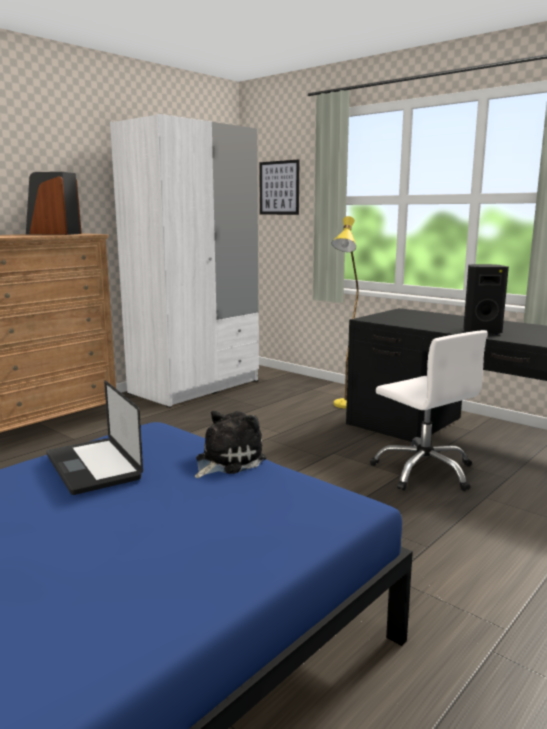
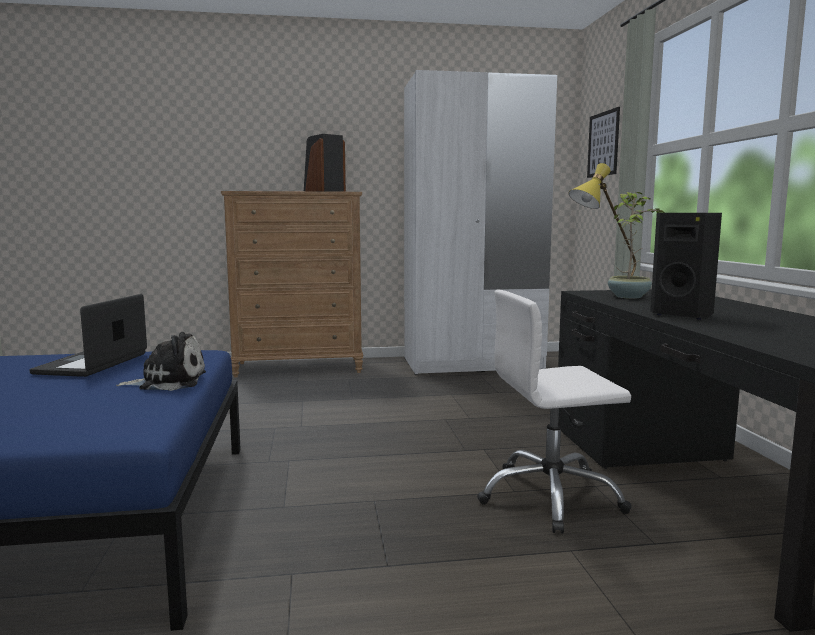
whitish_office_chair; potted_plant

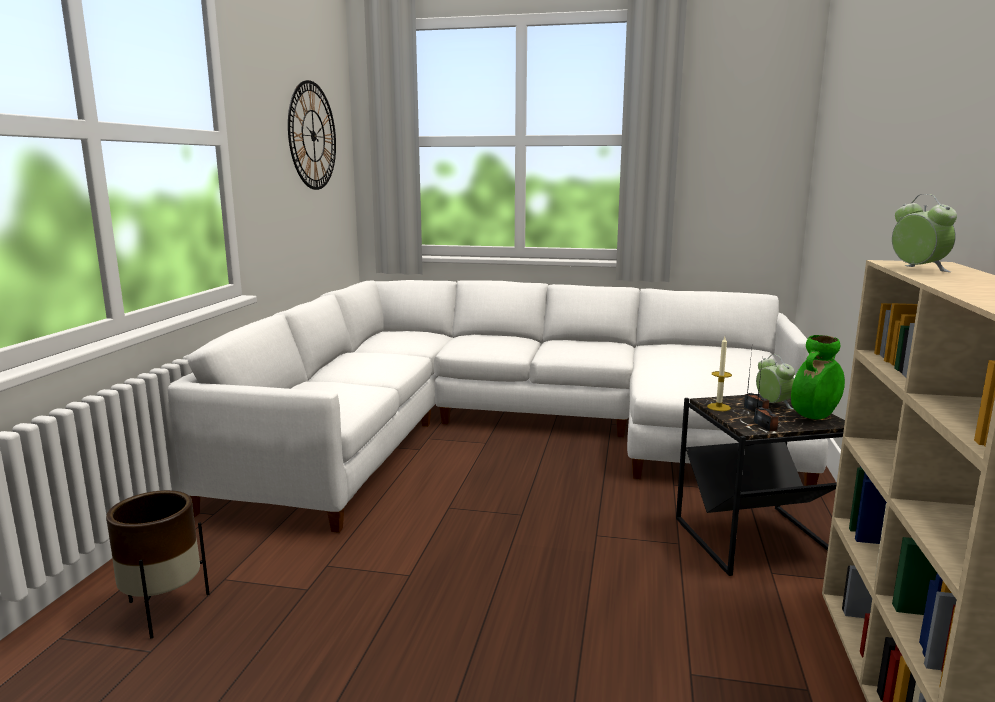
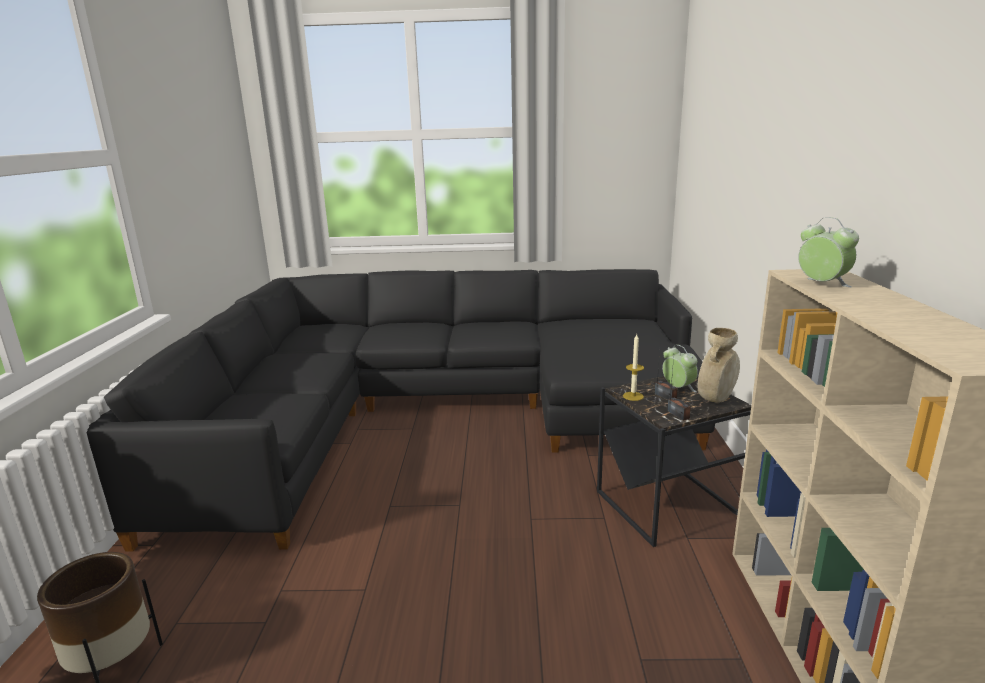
hanging_clock; blackish_sofa; beige_decorative_vase

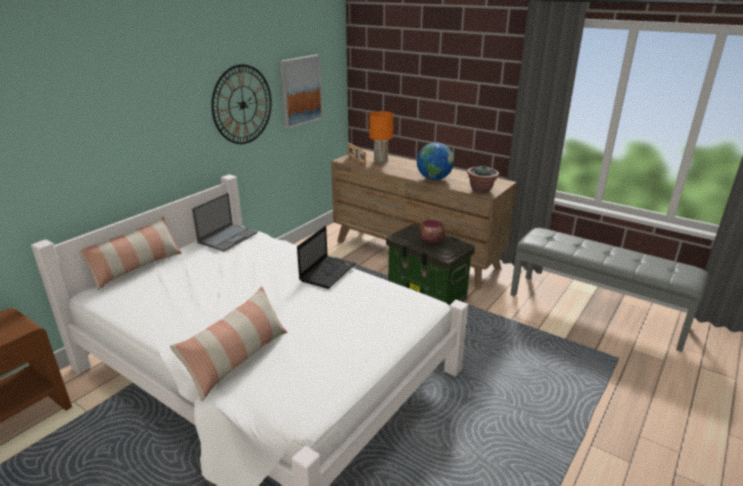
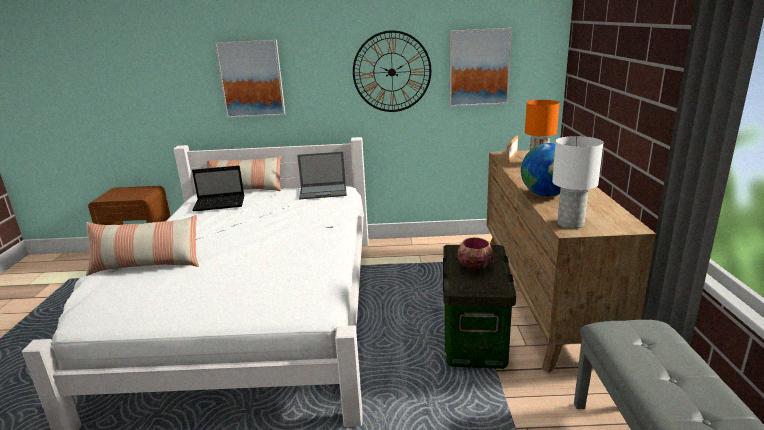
whitish_tabletop_lamp; portable_computer (no. 1 from left); wall_picture (no. 1 from left)

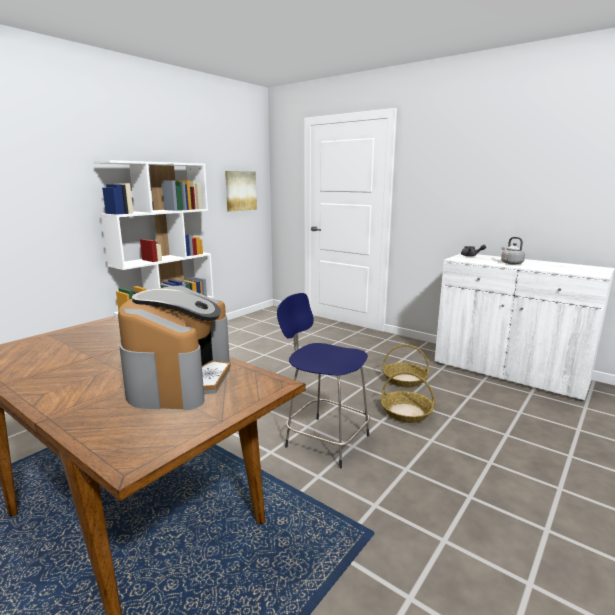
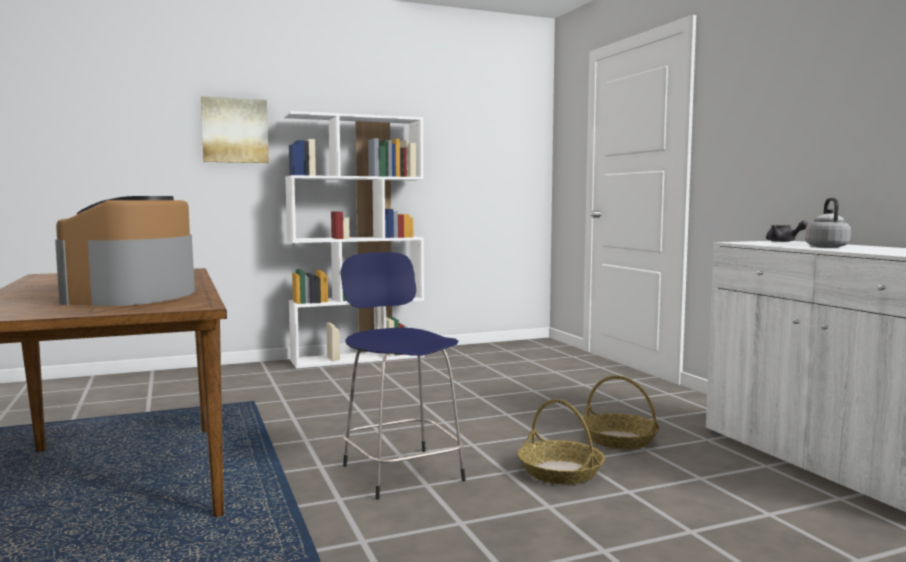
wall_picture; coffee_machine

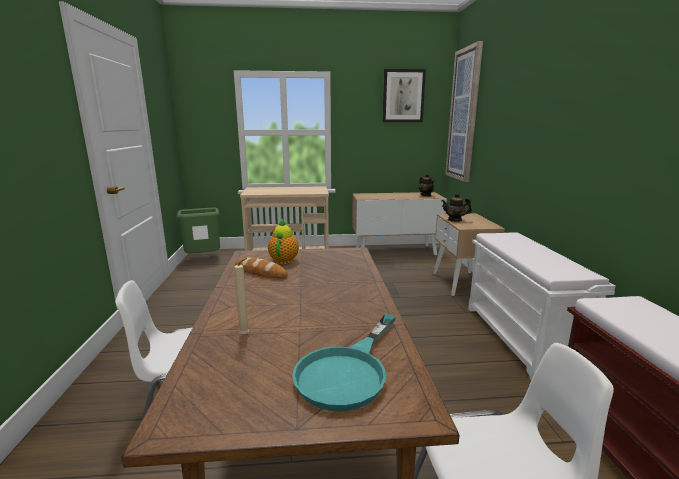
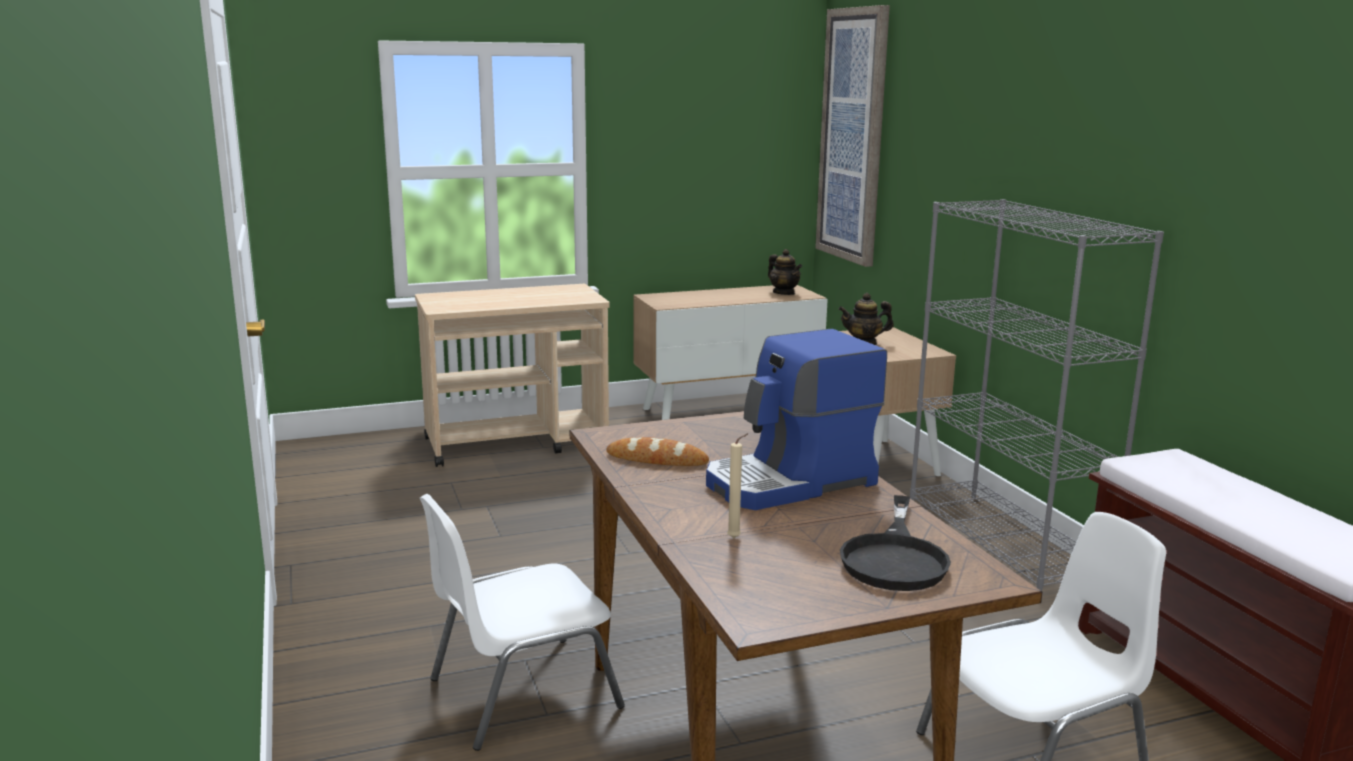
wall_picture (no. 1 from left in the first image); green-coloured_trash_can; pot_for_tea (no. 1 from left in the first image); greyish_shelving_unit; blackish_skillet; coffee_machine

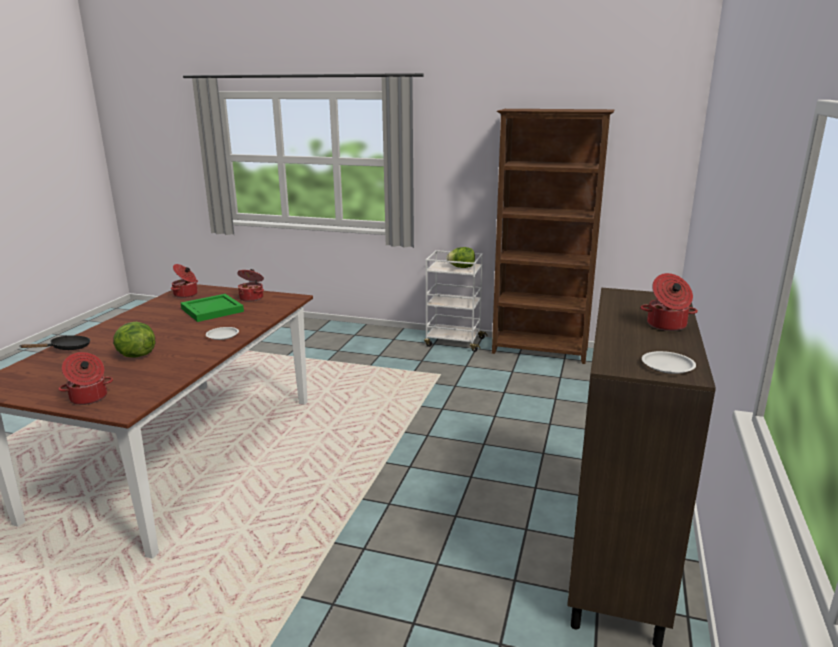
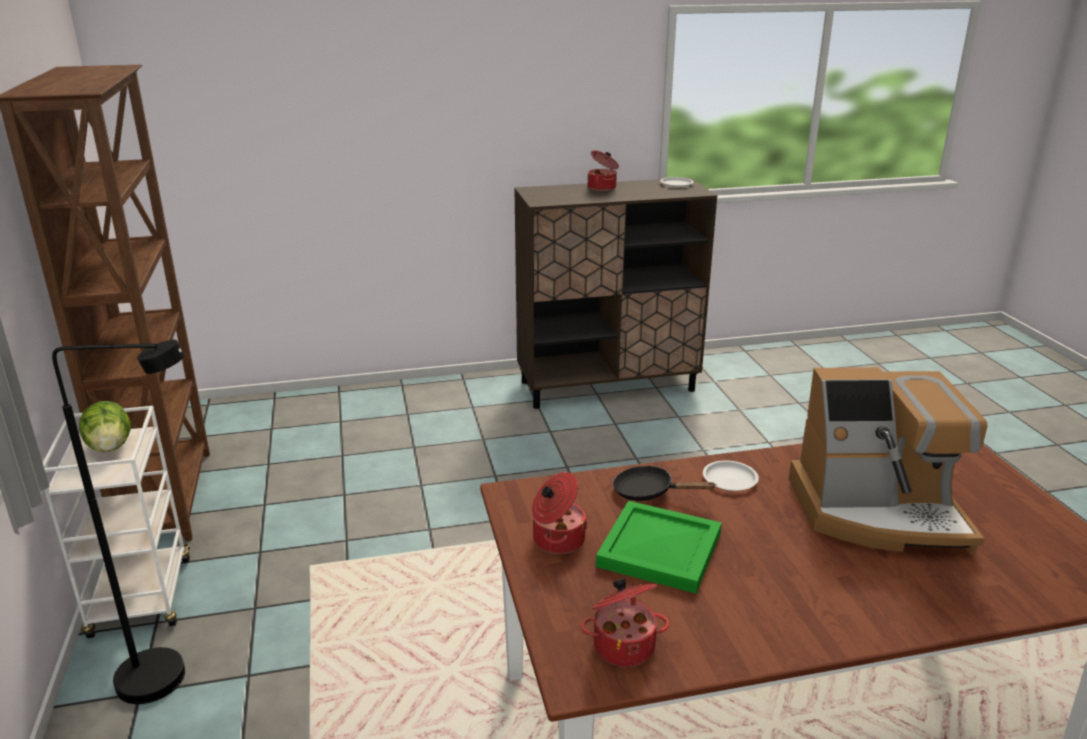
coffee_machine; blackish_skillet; cooking_pot (no. 1 from left in the first image); blackish_floor_lamp

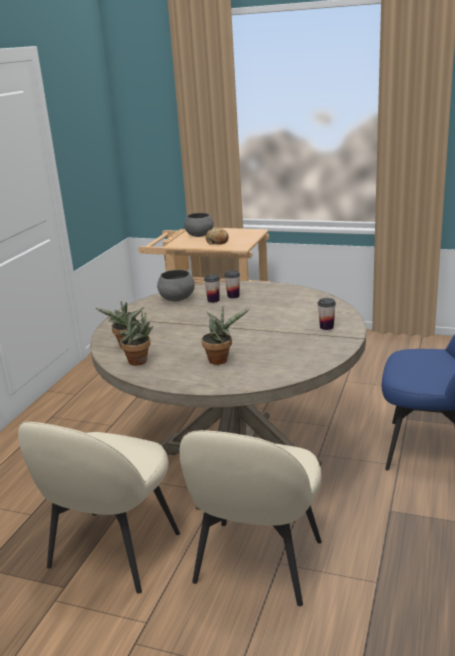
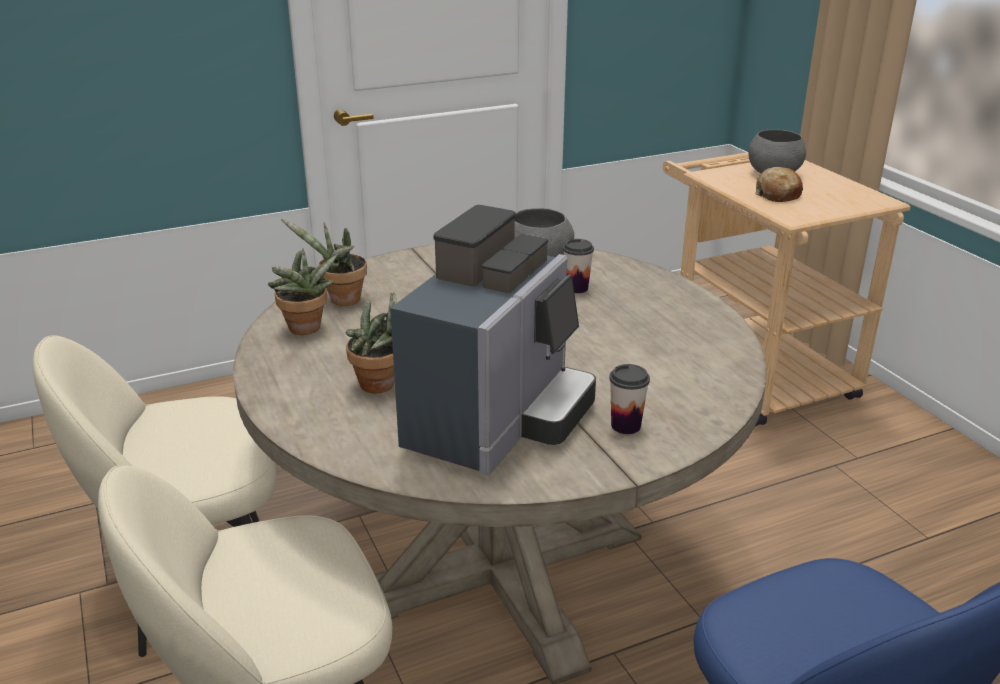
small_cup (no. 2 from left in the first image); coffee_machine

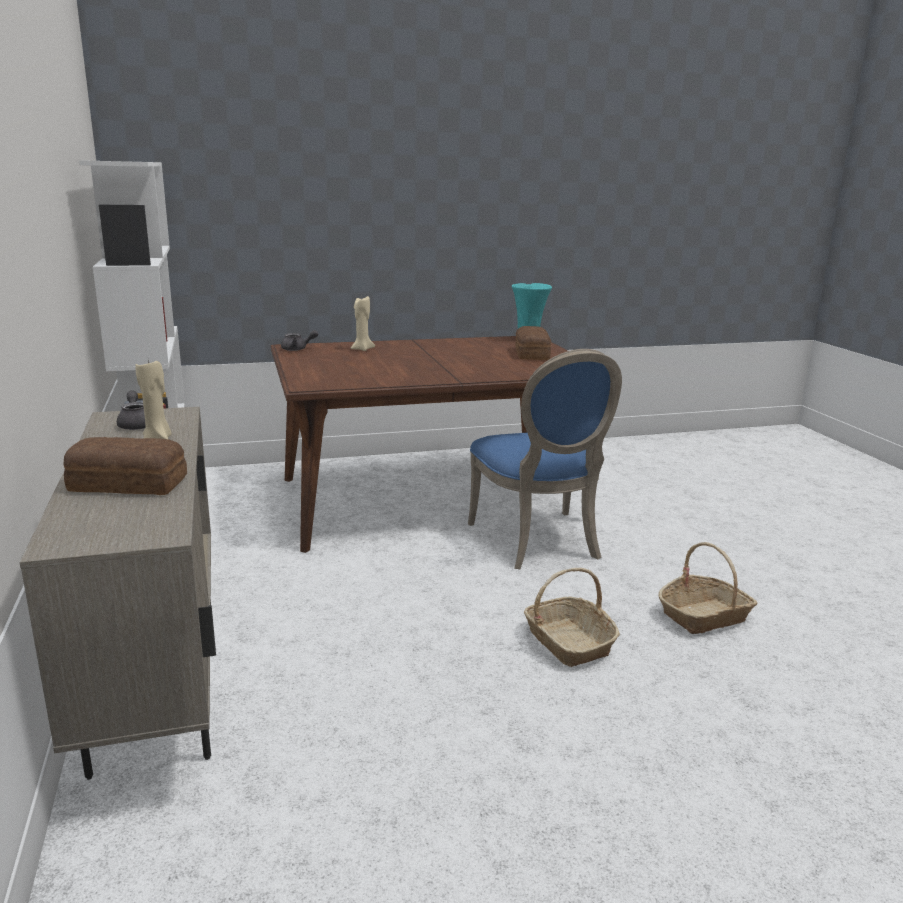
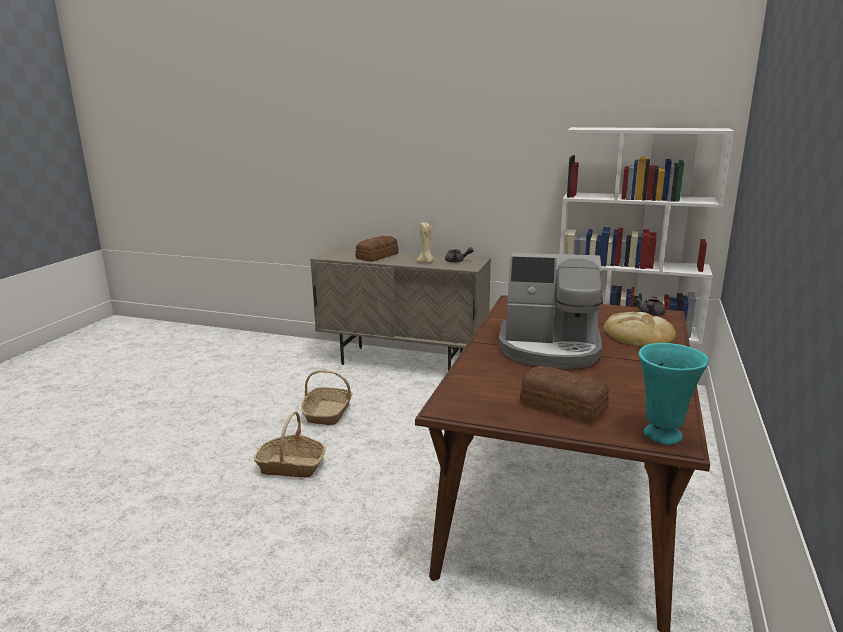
bread (no. 3 from left); bluish_chair; storage_basket (no. 2 from left); coffee_machine

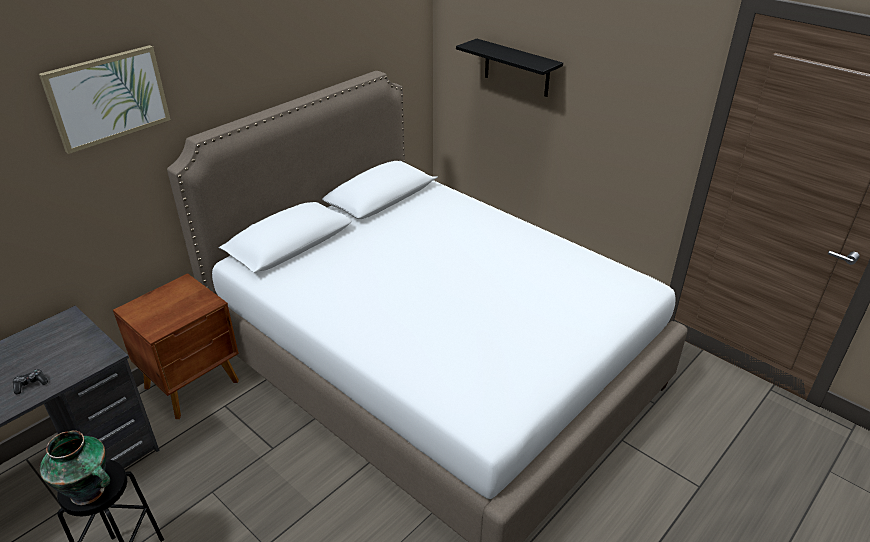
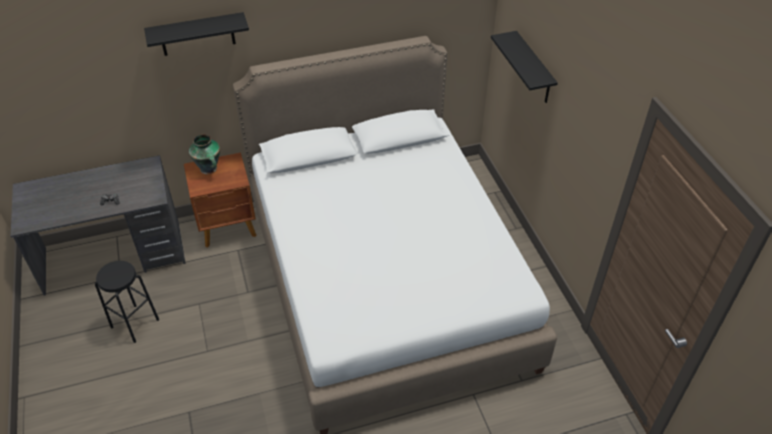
blackish_shelf (no. 1 from left); decorative_vase

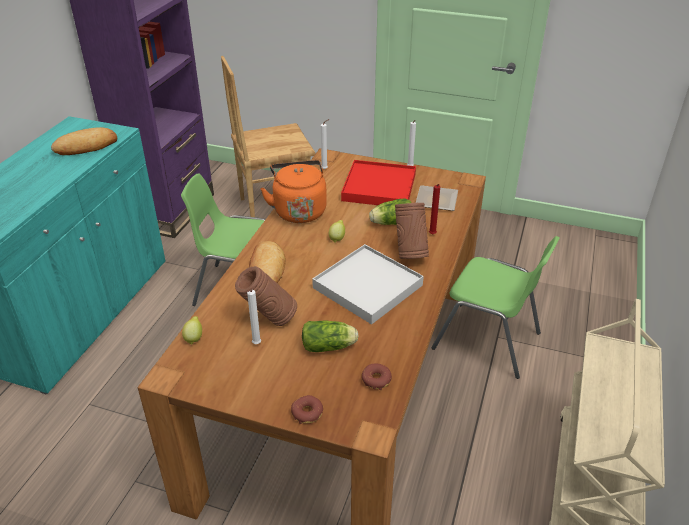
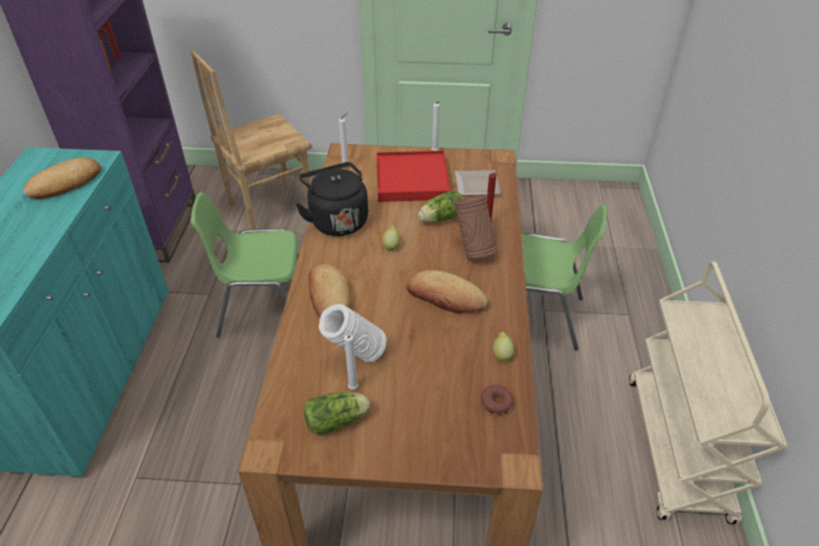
blackish_kettle; bread (no. 3 from left); whitish_decorative_vase; whole_lemon (no. 2 from left); head_of_lettuce (no. 1 from left); doughnut (no. 1 from left in the first image)

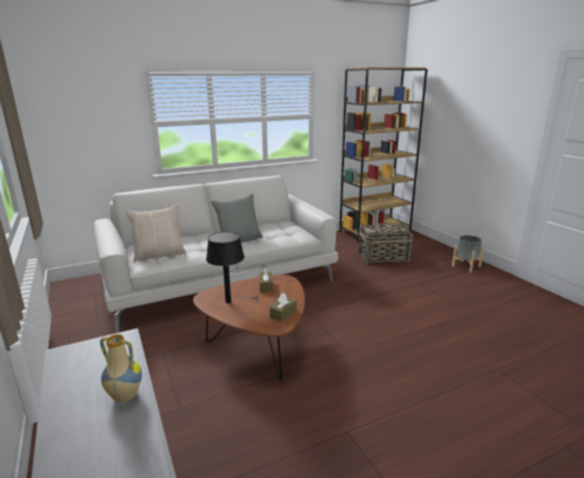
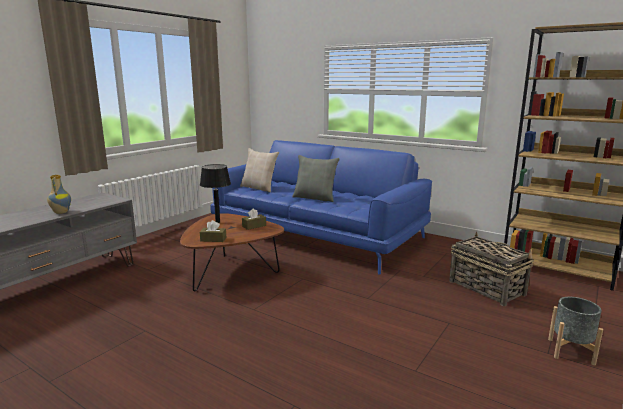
bluish_sofa

